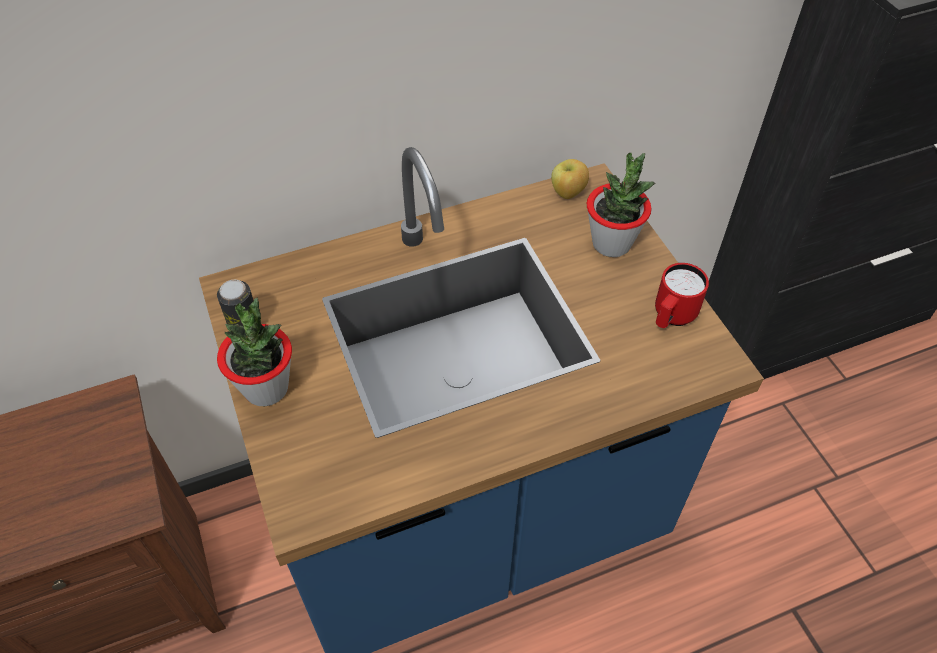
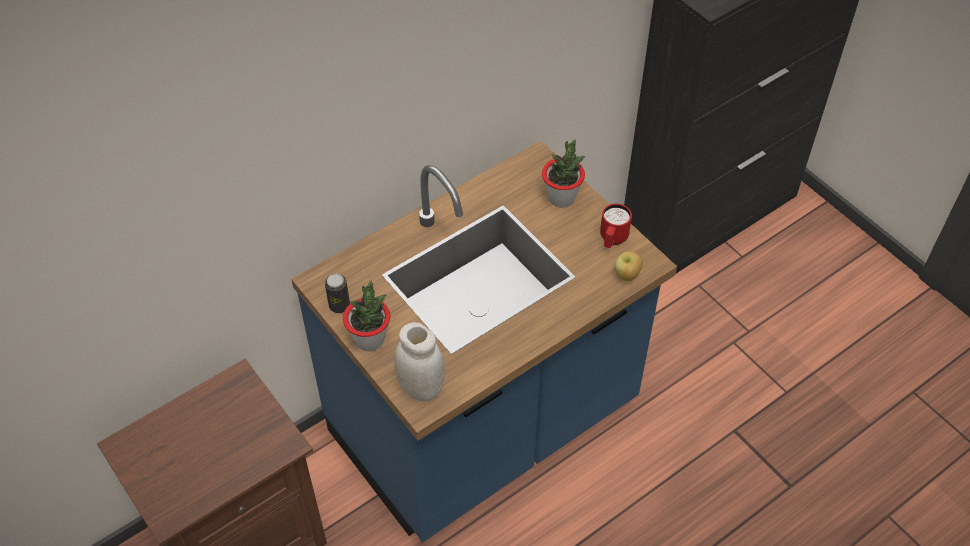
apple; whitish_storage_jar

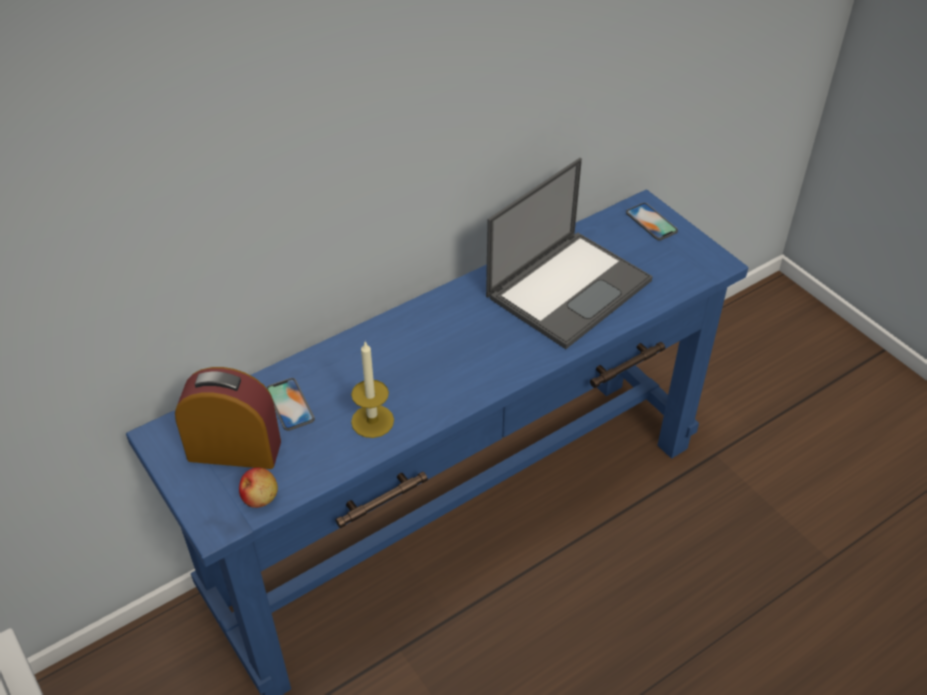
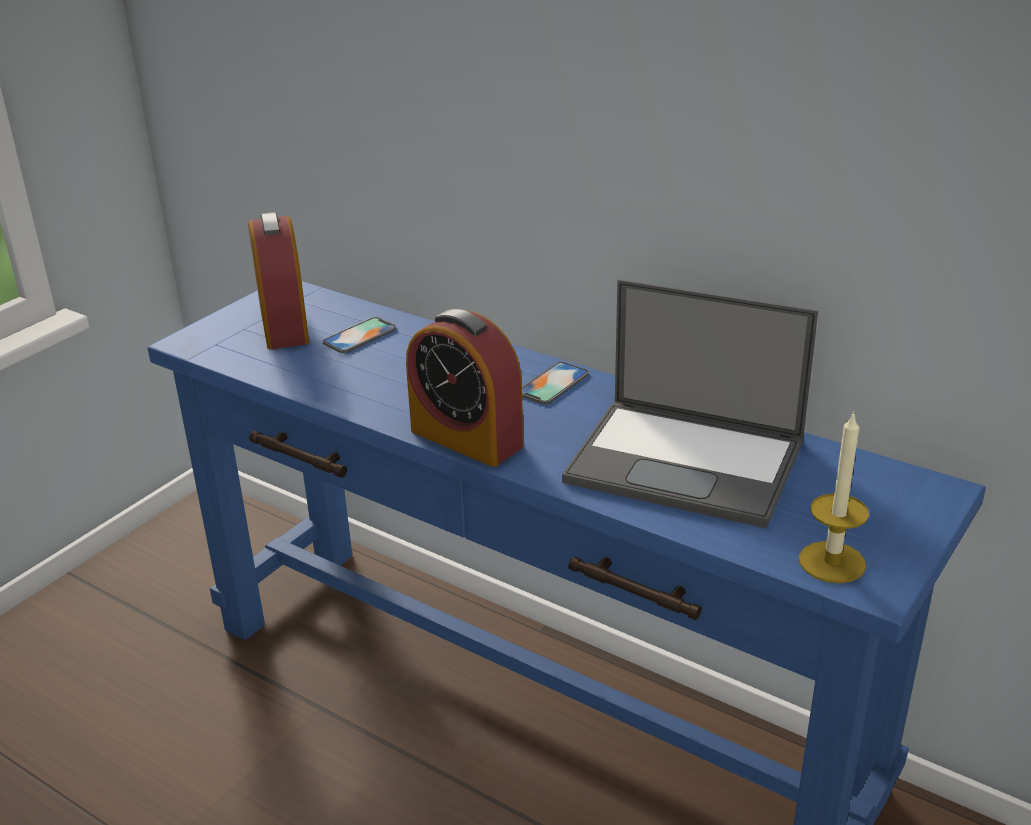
telephone (no. 2 from left); wax_light; apple; bedside_clock (no. 2 from left)

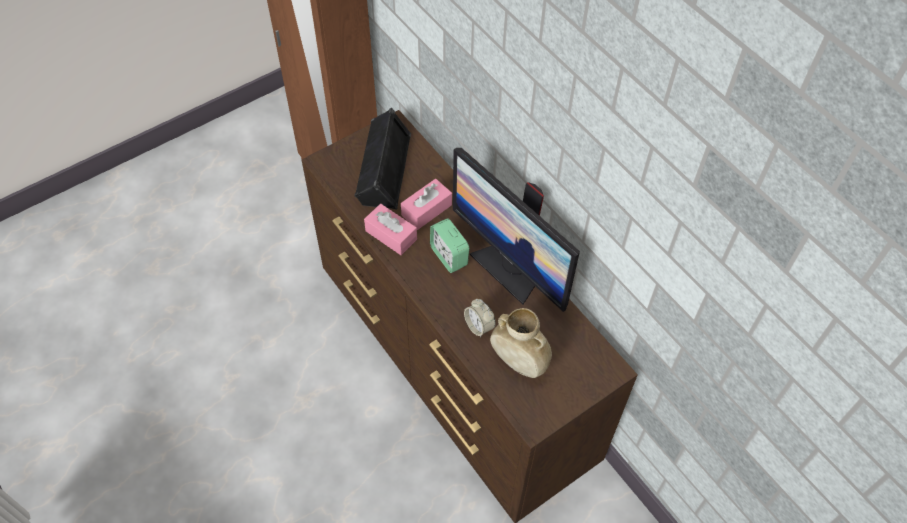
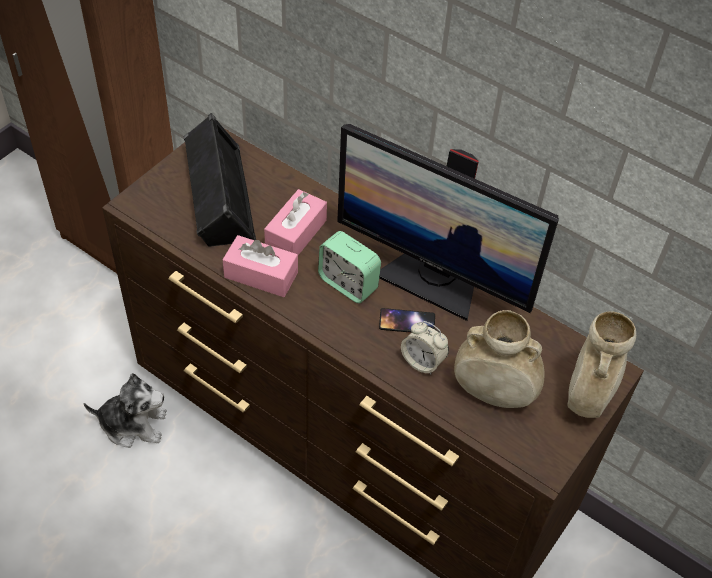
telephone; beige_decorative_vase (no. 2 from left); plush_toy

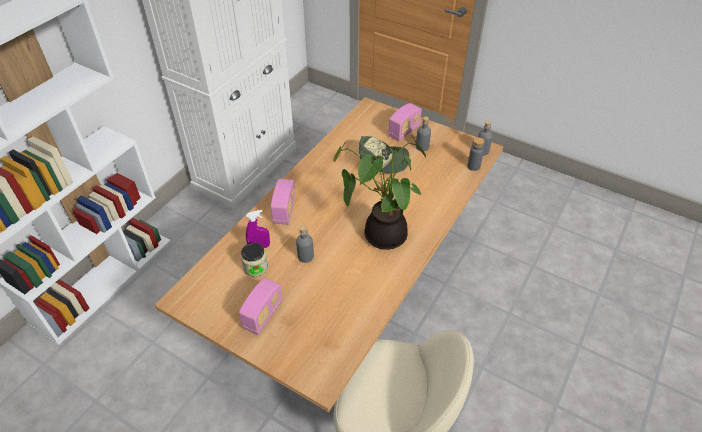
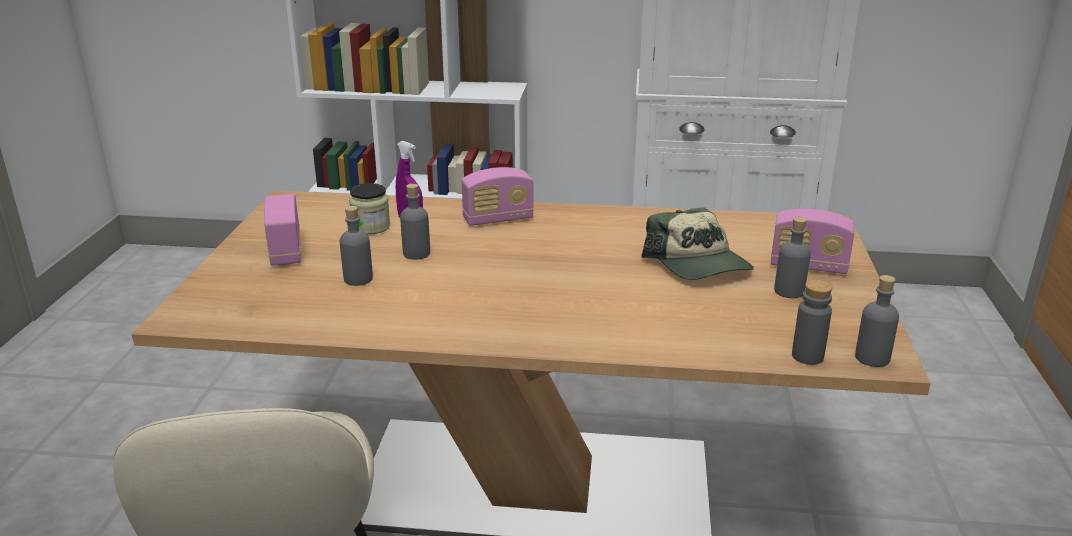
potted_plant; radio_receiver (no. 1 from left); greyish_bottle (no. 1 from left)

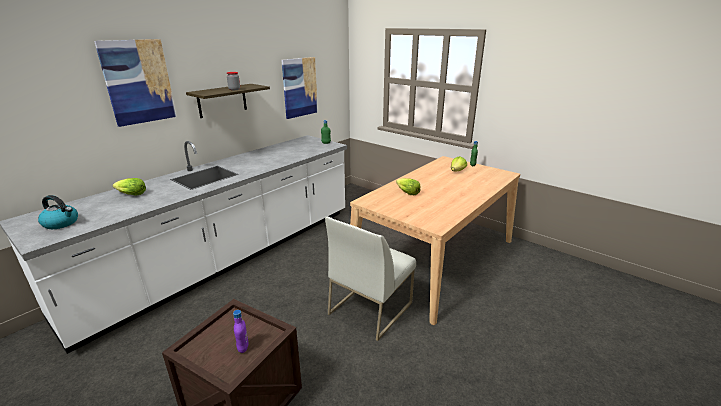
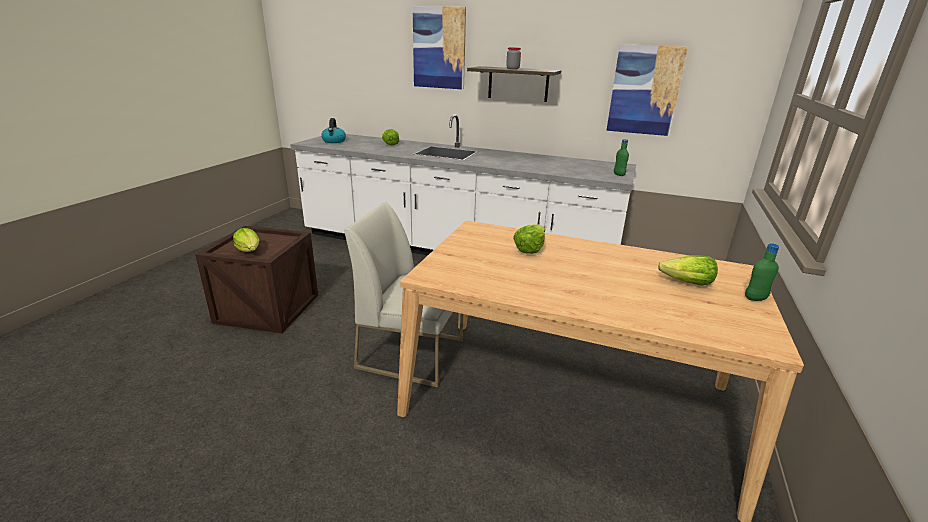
head_of_lettuce (no. 1 from left)

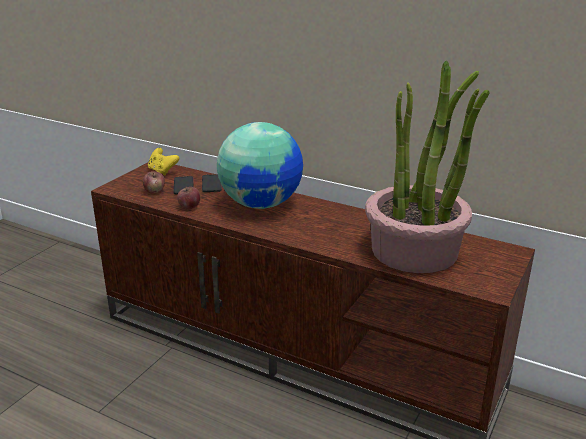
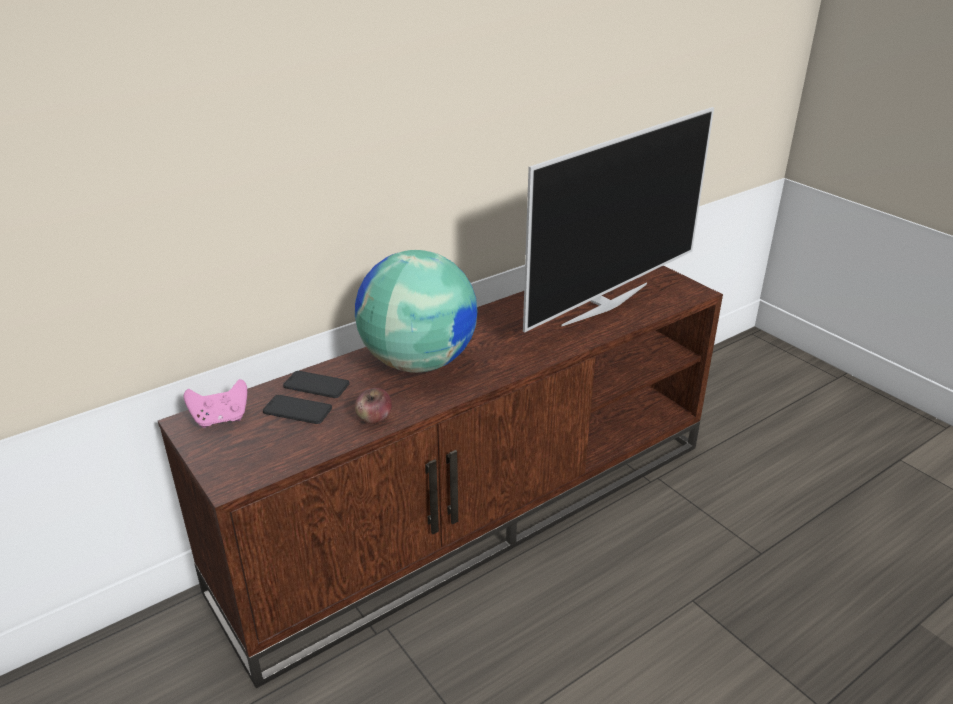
television; pinkish_gamepad; apple (no. 1 from left in the first image)

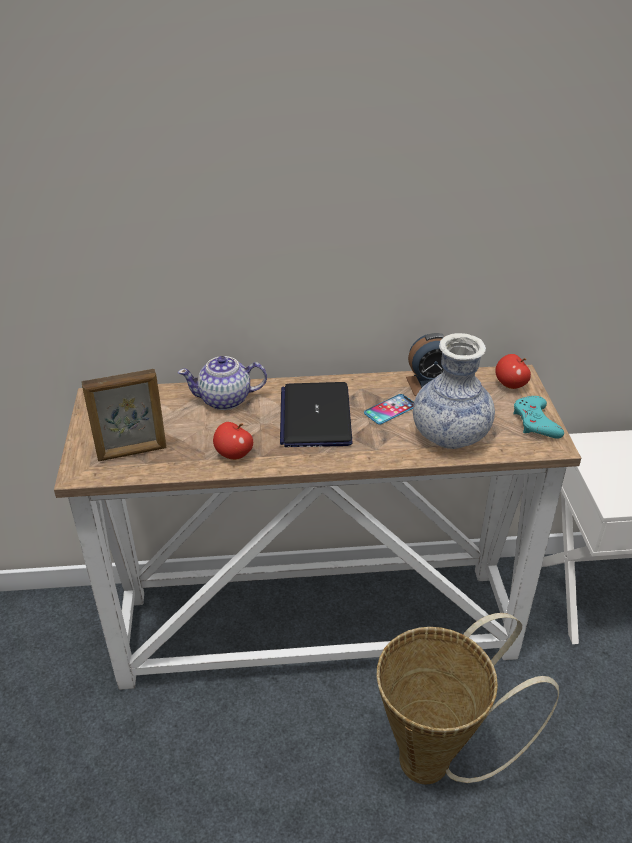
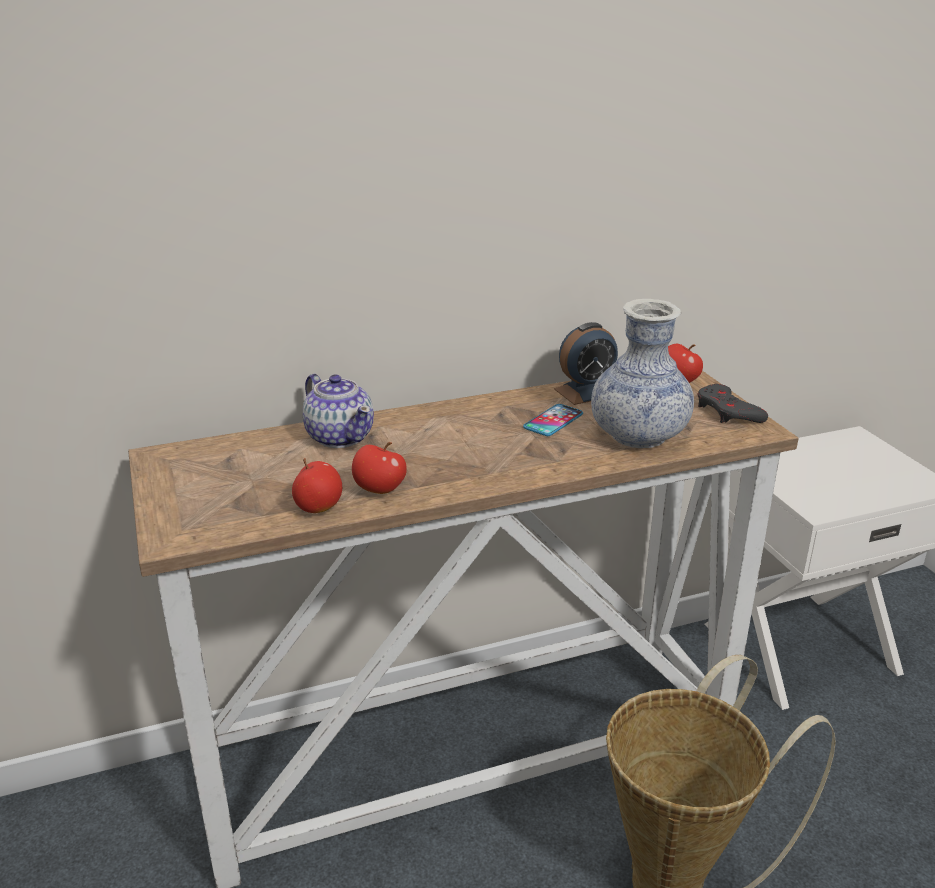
pot_for_tea; photo_frame; portable_computer; greyish_gamepad; apple (no. 1 from left)

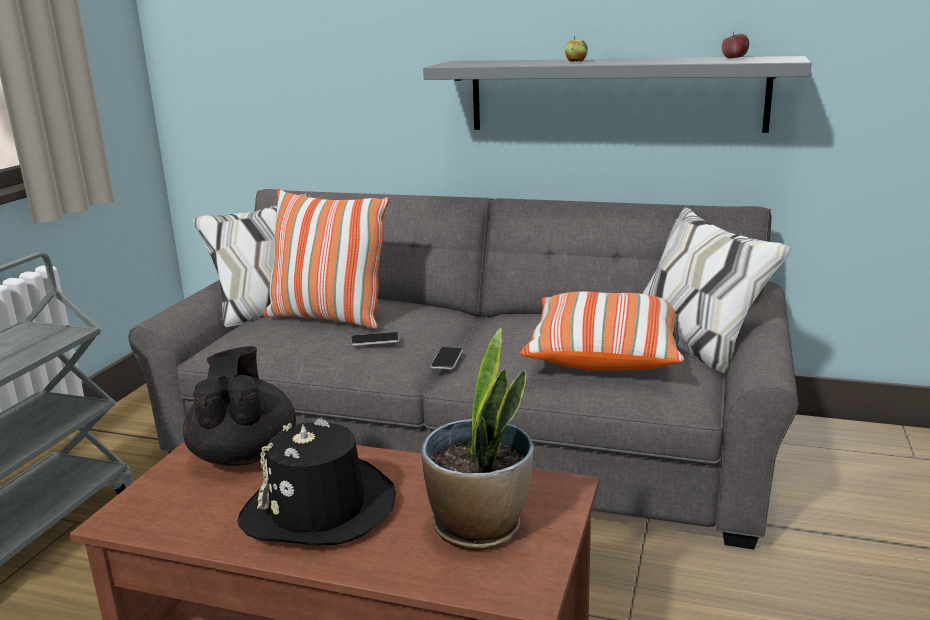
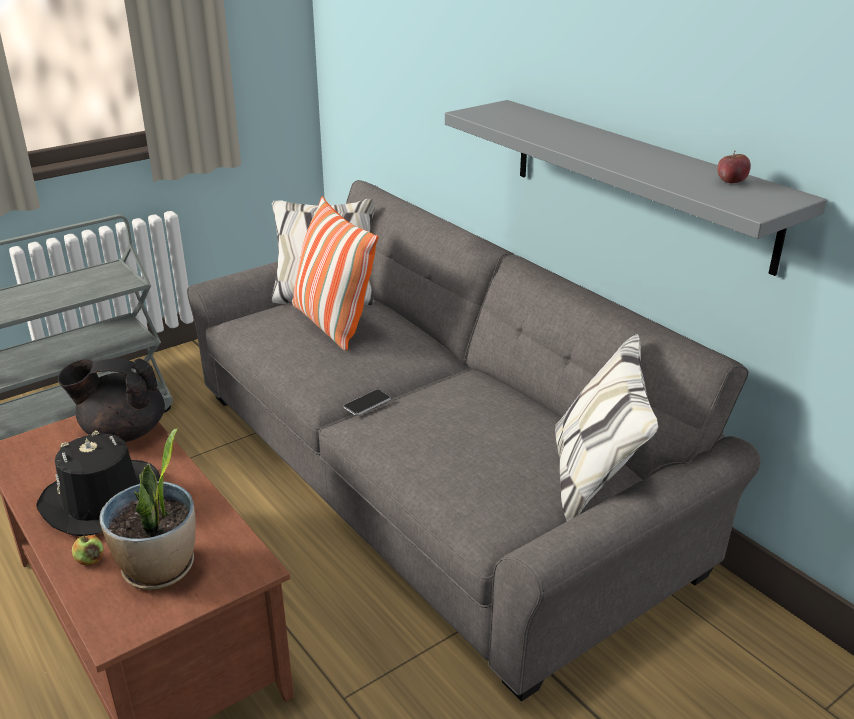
apple (no. 1 from left); pillow (no. 2 from left in the first image); telephone (no. 1 from left in the first image); blackish_pot_for_tea

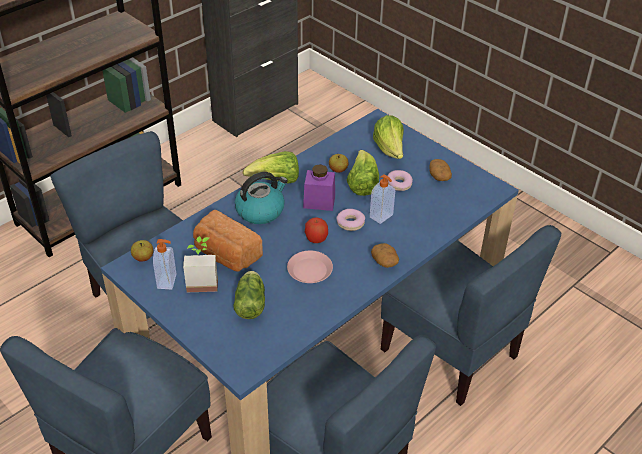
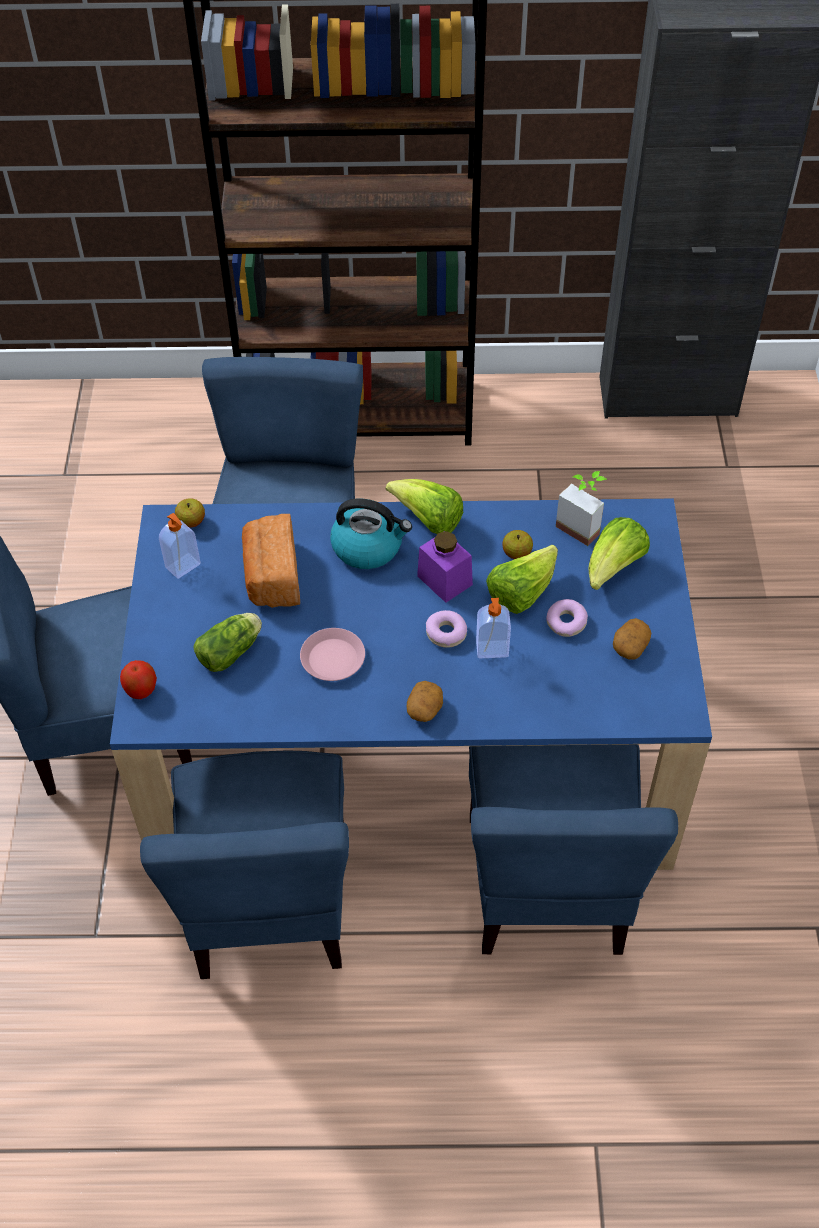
apple (no. 1 from left); potted_plant

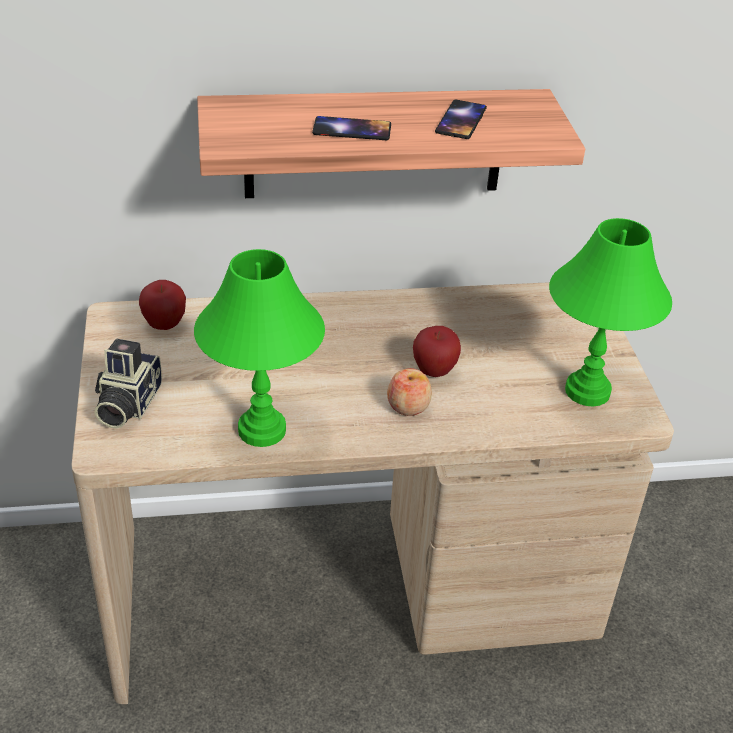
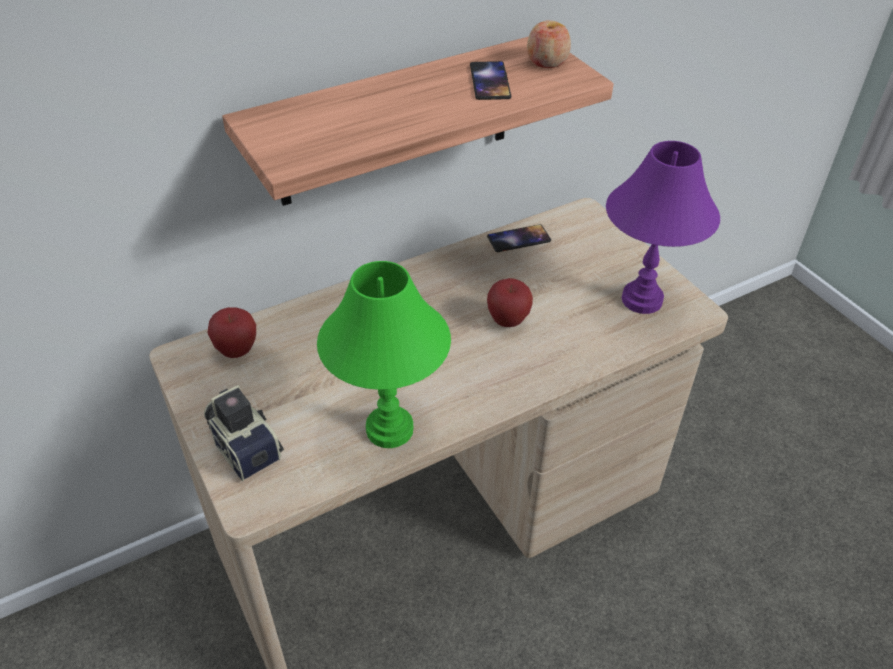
telephone (no. 2 from left); purplish_tabletop_lamp; photo_camera; apple (no. 3 from left)

